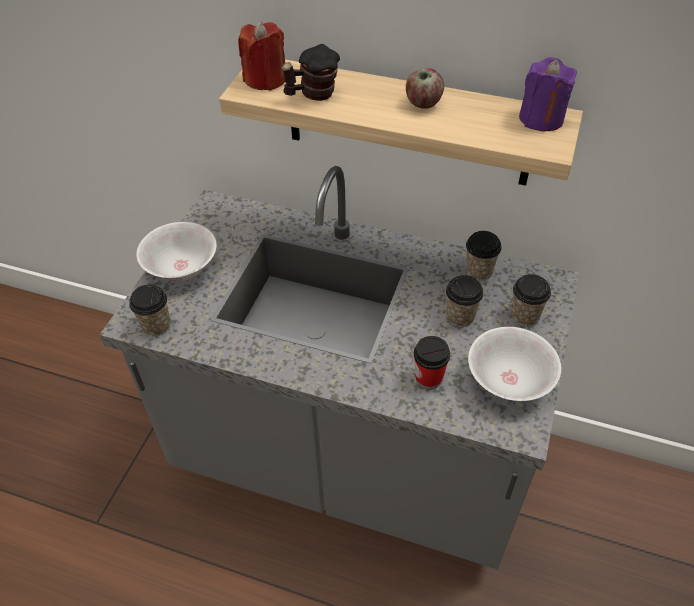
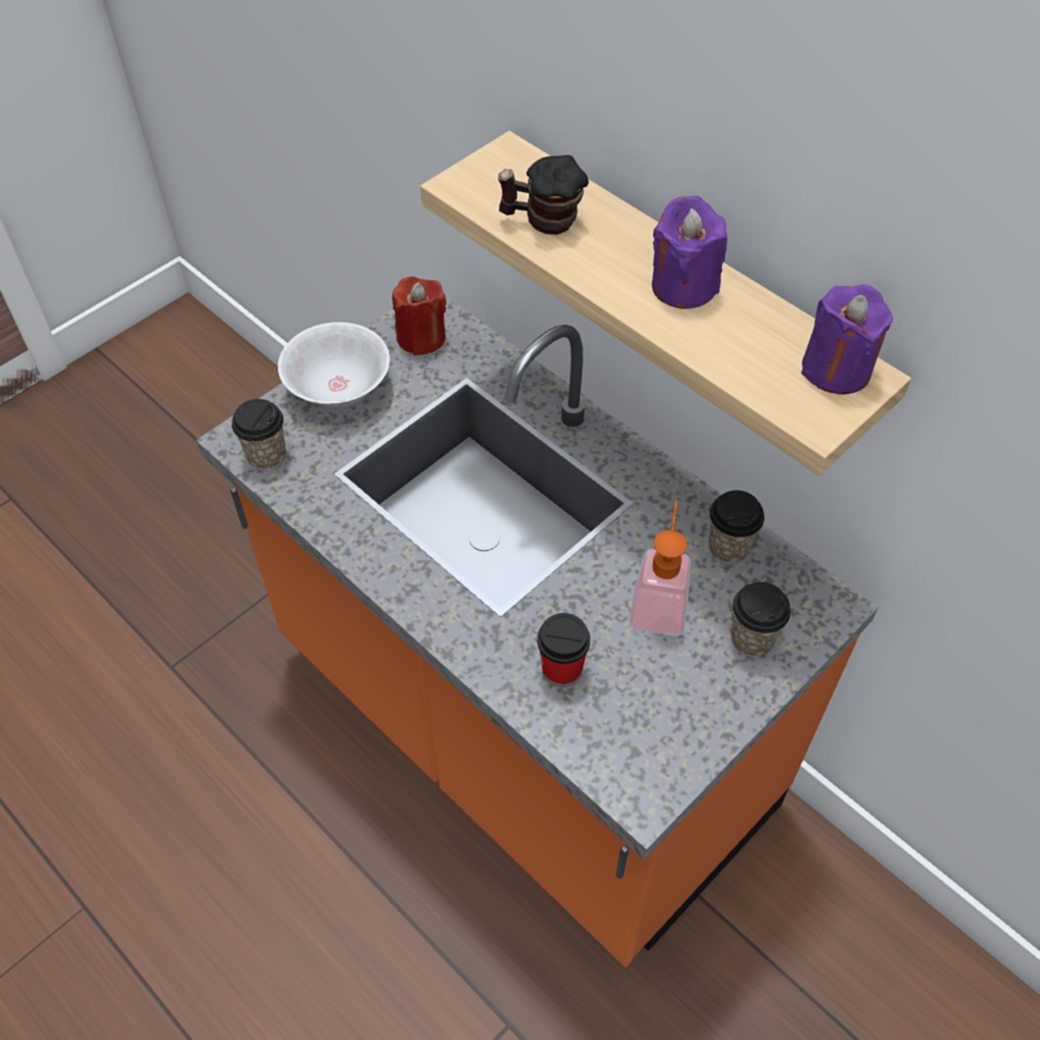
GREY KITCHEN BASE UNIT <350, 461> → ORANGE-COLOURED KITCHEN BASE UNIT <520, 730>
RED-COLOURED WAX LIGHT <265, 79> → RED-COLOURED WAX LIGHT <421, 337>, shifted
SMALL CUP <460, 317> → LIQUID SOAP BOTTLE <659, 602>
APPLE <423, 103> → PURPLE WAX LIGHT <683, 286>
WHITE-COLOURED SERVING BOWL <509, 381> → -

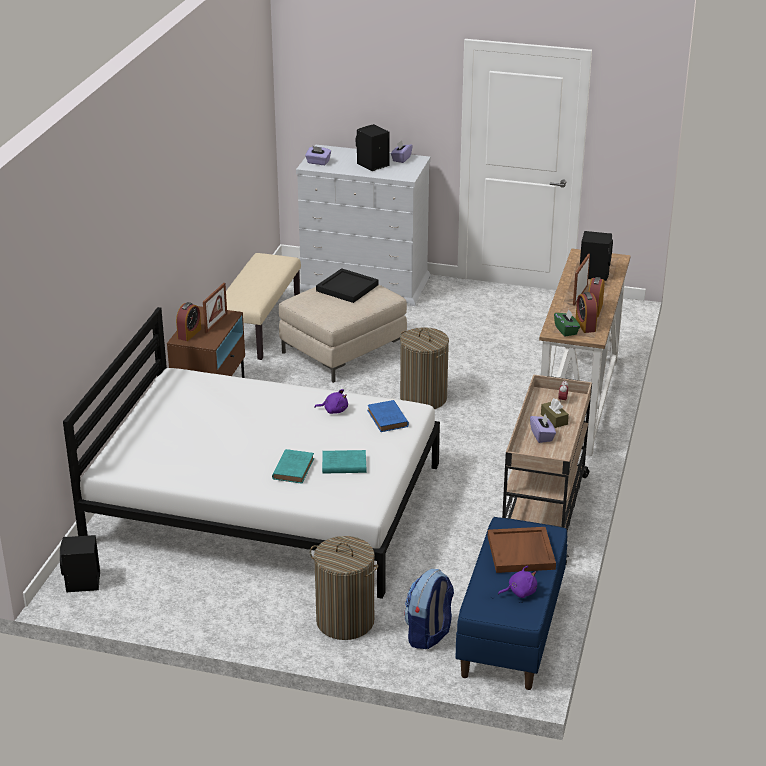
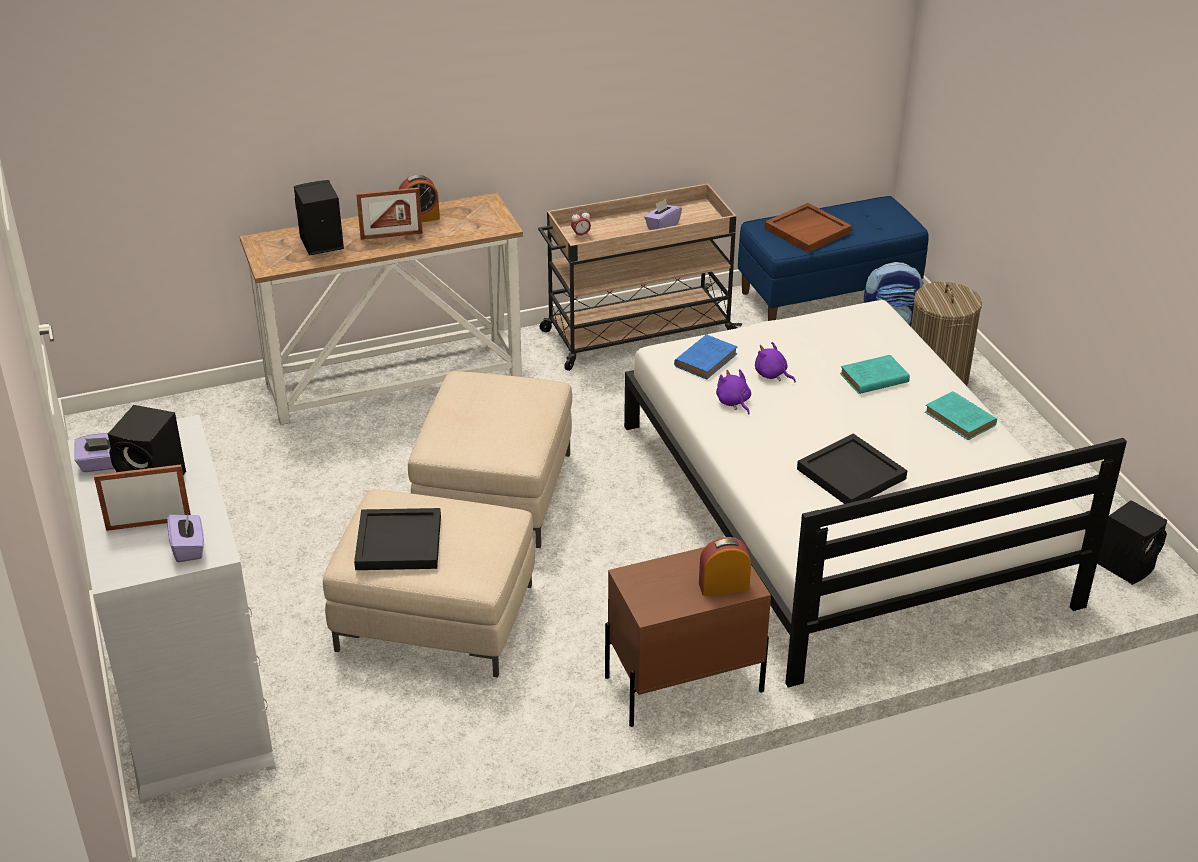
STANDING FRAME <216, 323> → STANDING FRAME <149, 524>, shifted
LAUNDRY BASKET <423, 398> → SAND-COLOURED FOOTREST <496, 492>
PURPLE PLUSH TOY <520, 592> → PURPLE PLUSH TOY <772, 375>, shifted
- → BLACK-COLOURED SERVING TRAY <852, 474>
BLUE-GREEN BOUND BOOK <342, 465> → BLUE-GREEN BOUND BOOK <961, 420>, shifted
SAND-COLOURED LONG SEAT <259, 327> → -
BROWN-COLOURED TISSUE HOLDER <554, 419> → -
GREEN TISSUE HOLDER <566, 330> → -
BEDSIDE CLOCK <585, 325> → -

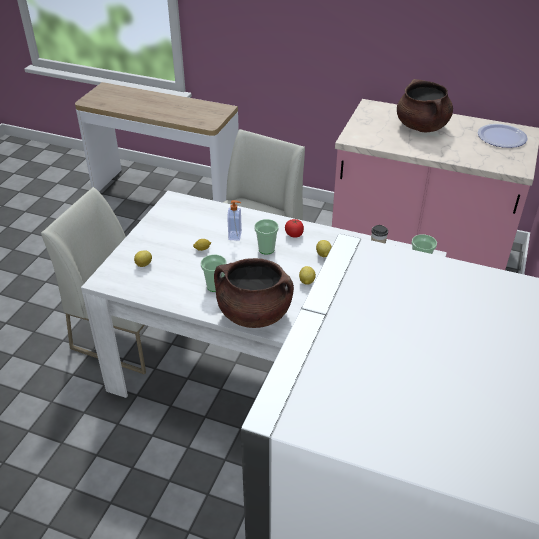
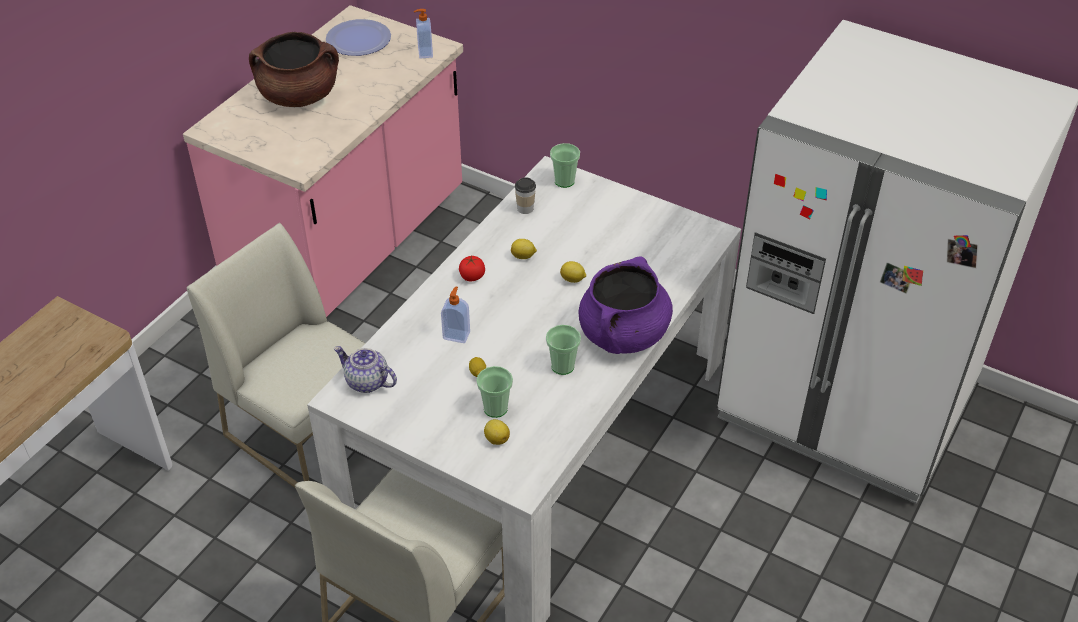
- → POT FOR TEA <366, 382>
- → LIQUID SOAP BOTTLE <424, 53>
SMALL CUP <266, 249> → SMALL CUP <495, 408>, shifted
BROWN-COLOURED STOCKPOT <254, 314> → PURPLE STOCKPOT <623, 334>

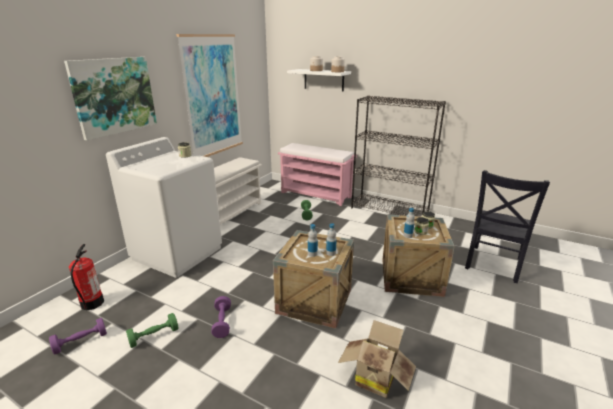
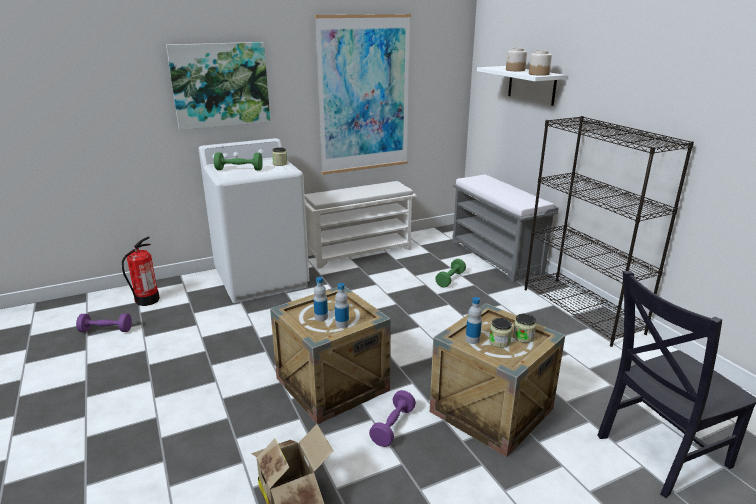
GREEN FREE WEIGHT <154, 336> → GREEN FREE WEIGHT <239, 170>, shifted
PURPLE FREE WEIGHT <222, 322> → PURPLE FREE WEIGHT <393, 426>, shifted
PINK LONG SEAT <316, 194> → GREY LONG SEAT <496, 258>

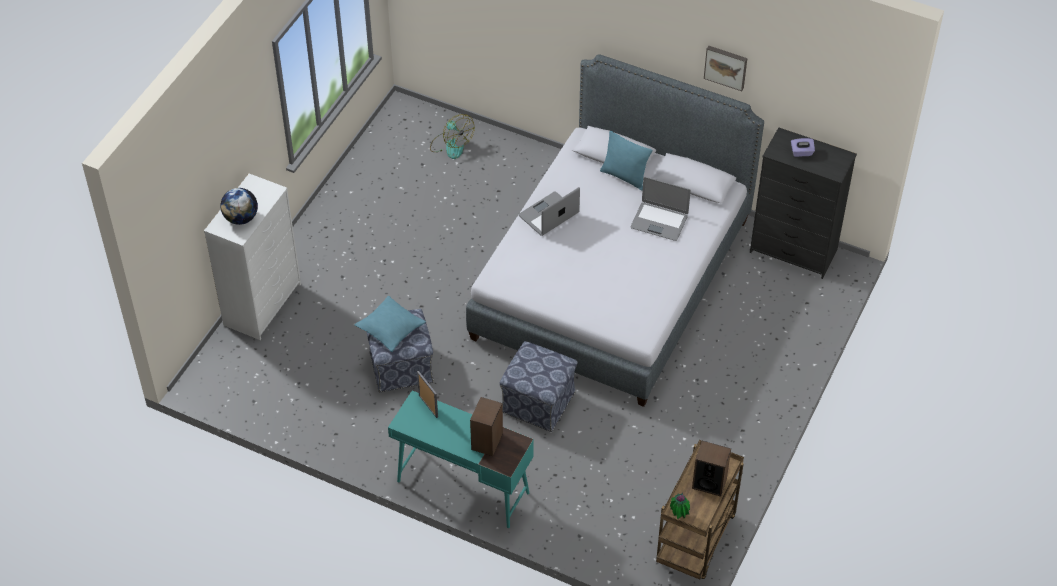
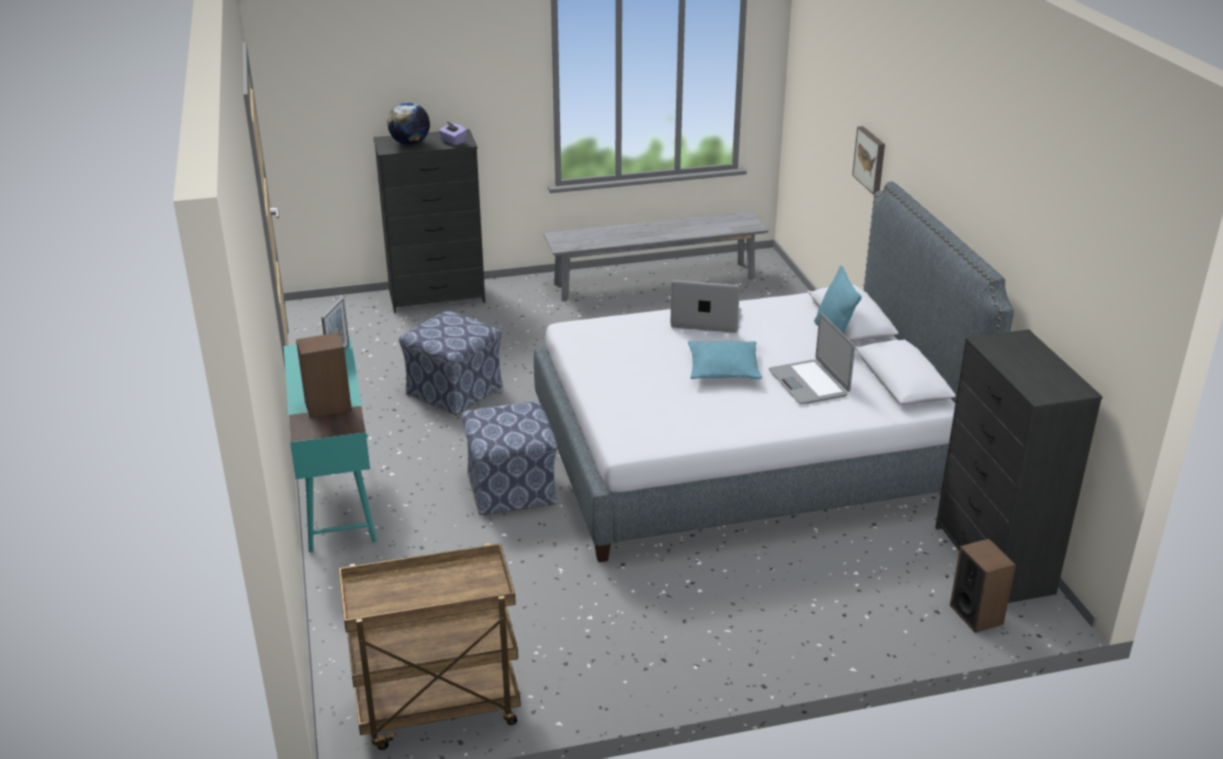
WHITE-COLOURED DRAWER CHEST <263, 304> → BLACK-COLOURED DRAWER CHEST <438, 297>
PURPLE TISSUE HOLDER <801, 152> → PURPLE TISSUE HOLDER <453, 141>, shifted
- → GREY LONG SEAT <655, 281>
BLUE-GREEN THROW PILLOW <390, 328> → BLUE-GREEN THROW PILLOW <723, 369>, shifted
WALL ART <726, 66> → WALL ART <871, 160>, shifted
SPEAKER <709, 483> → SPEAKER <976, 614>, shifted
ELECTRIC FAN <451, 145> → -
POTTED PLANT <678, 515> → -

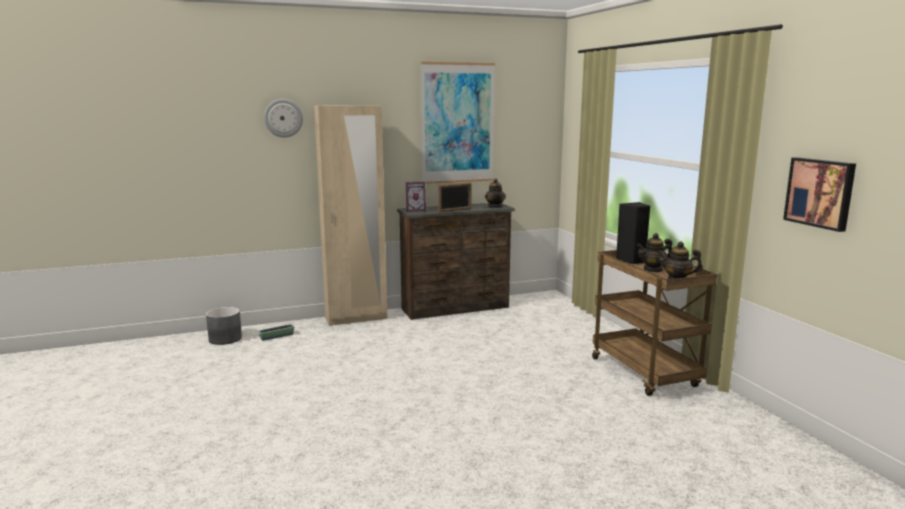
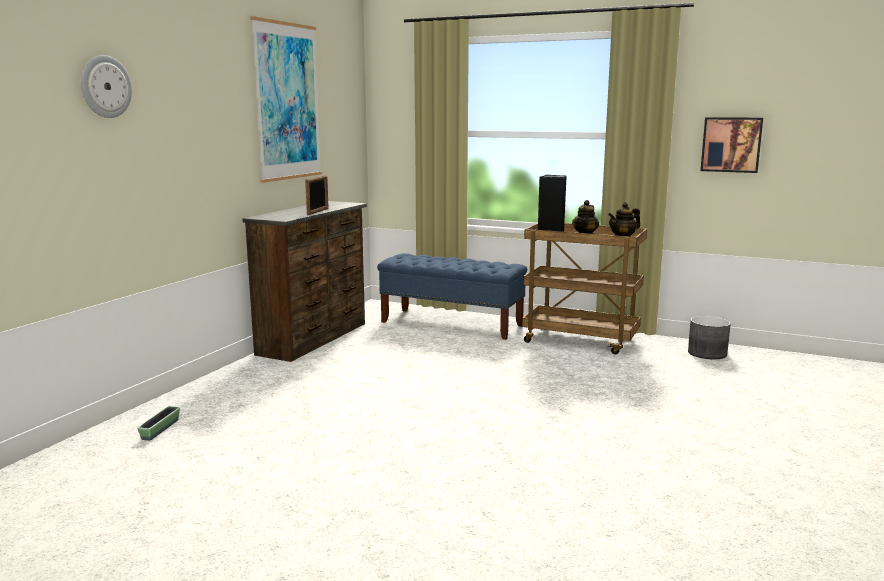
- → BLUE-COLOURED LONG SEAT <452, 324>
GREY PLANT POT <225, 339> → GREY PLANT POT <707, 353>, shifted
SAND-COLOURED CLOTHES CUPBOARD <356, 318> → -
STANDING FRAME <415, 210> → -
POT FOR TEA <495, 206> → -

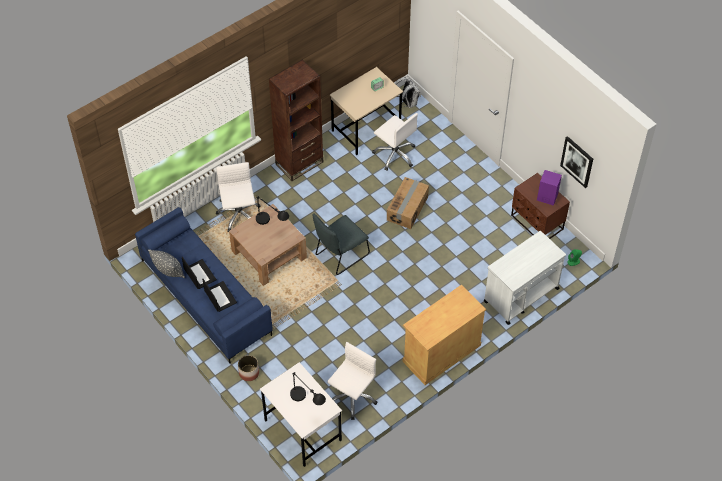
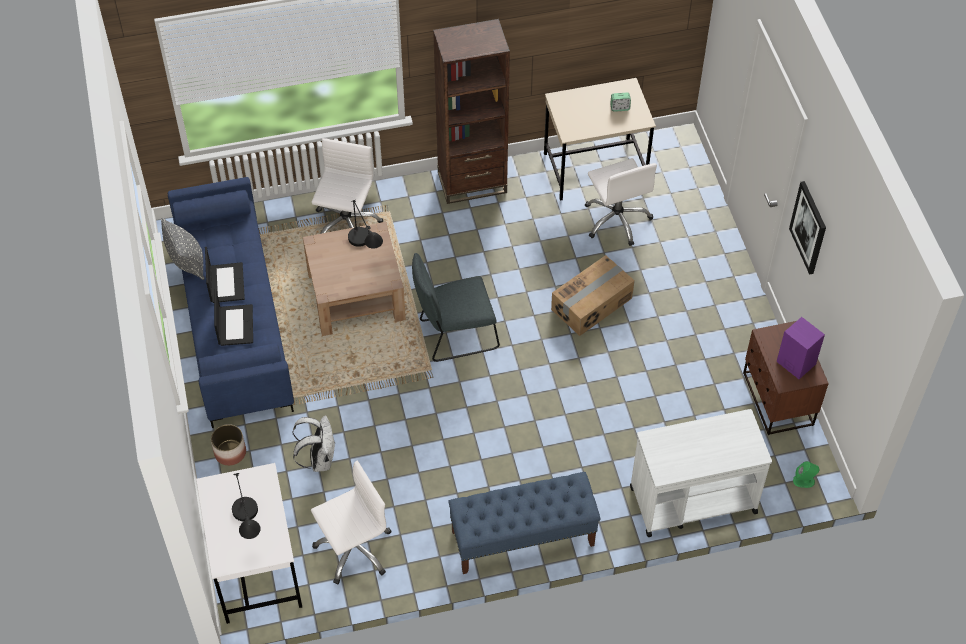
WHITE-COLOURED BACKPACK <407, 102> → WHITE-COLOURED BACKPACK <319, 459>, shifted
SAND-COLOURED STORAGE CABINET <441, 353> → BLUE-COLOURED LONG SEAT <522, 538>
WALL ART <577, 161> → WALL ART <809, 227>, shifted

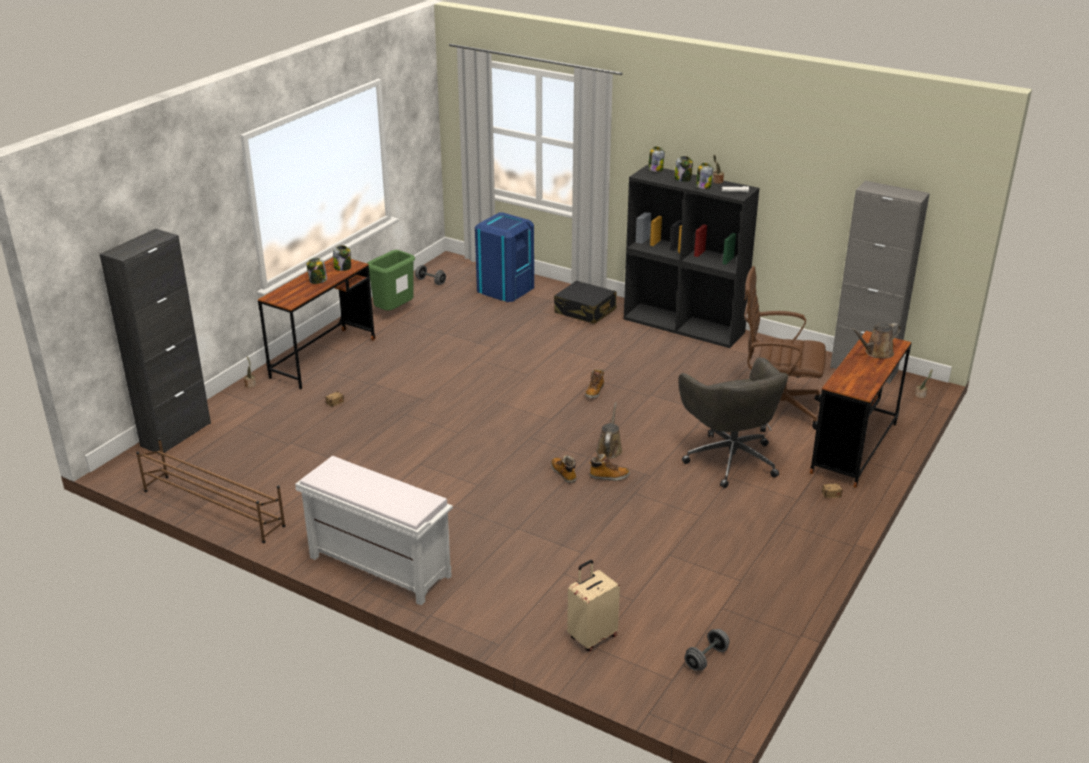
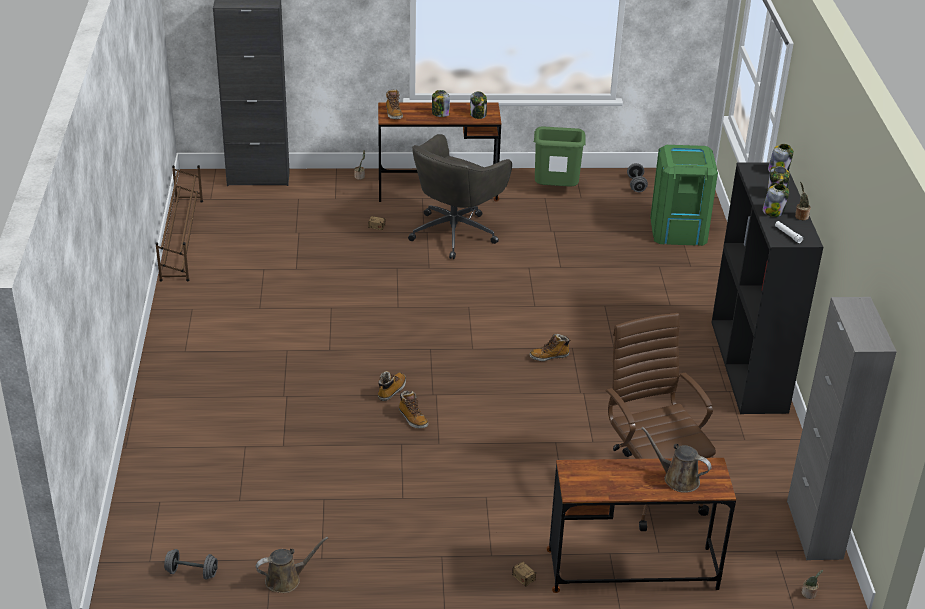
BROWN-COLOURED SPRINKLING CAN <609, 449> → BROWN-COLOURED SPRINKLING CAN <286, 579>, shifted
- → TALL BOOT <393, 113>
GREY OFFICE CHAIR <730, 458> → GREY OFFICE CHAIR <455, 232>, shifted
BLUE-COLOURED WASTE BIN <505, 288> → GREEN WASTE BIN <678, 230>
WHITE-COLOURED LONG SEAT <378, 567> → -
BLACK-COLOURED PIECE OF LUGGAGE <585, 311> → -
SAND-COLOURED PIECE OF LUGGAGE <592, 636> → -

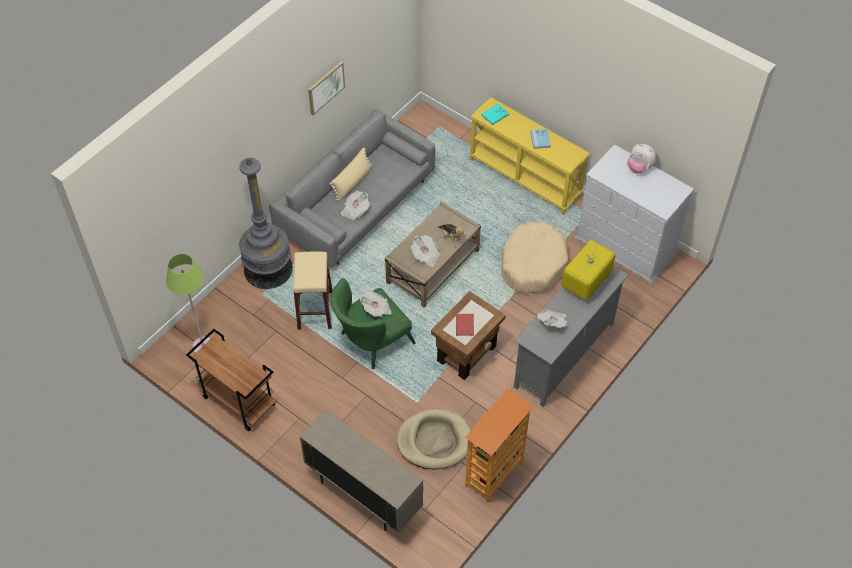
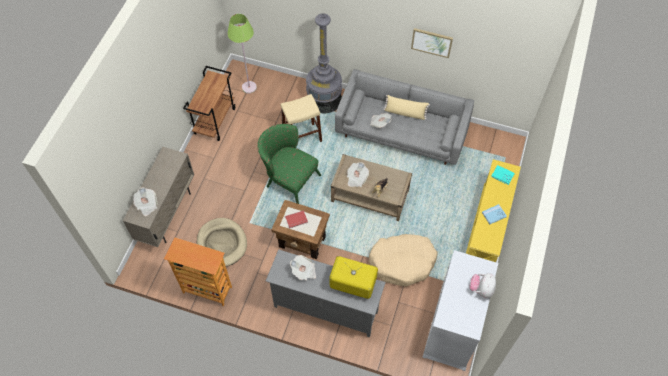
DAILY PAPER <376, 309> → DAILY PAPER <147, 205>, shifted

